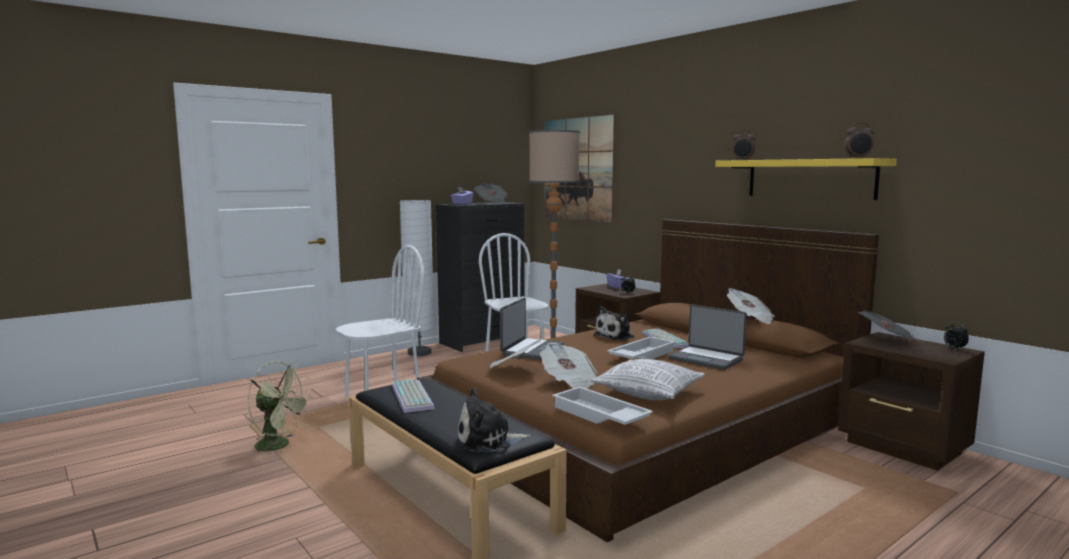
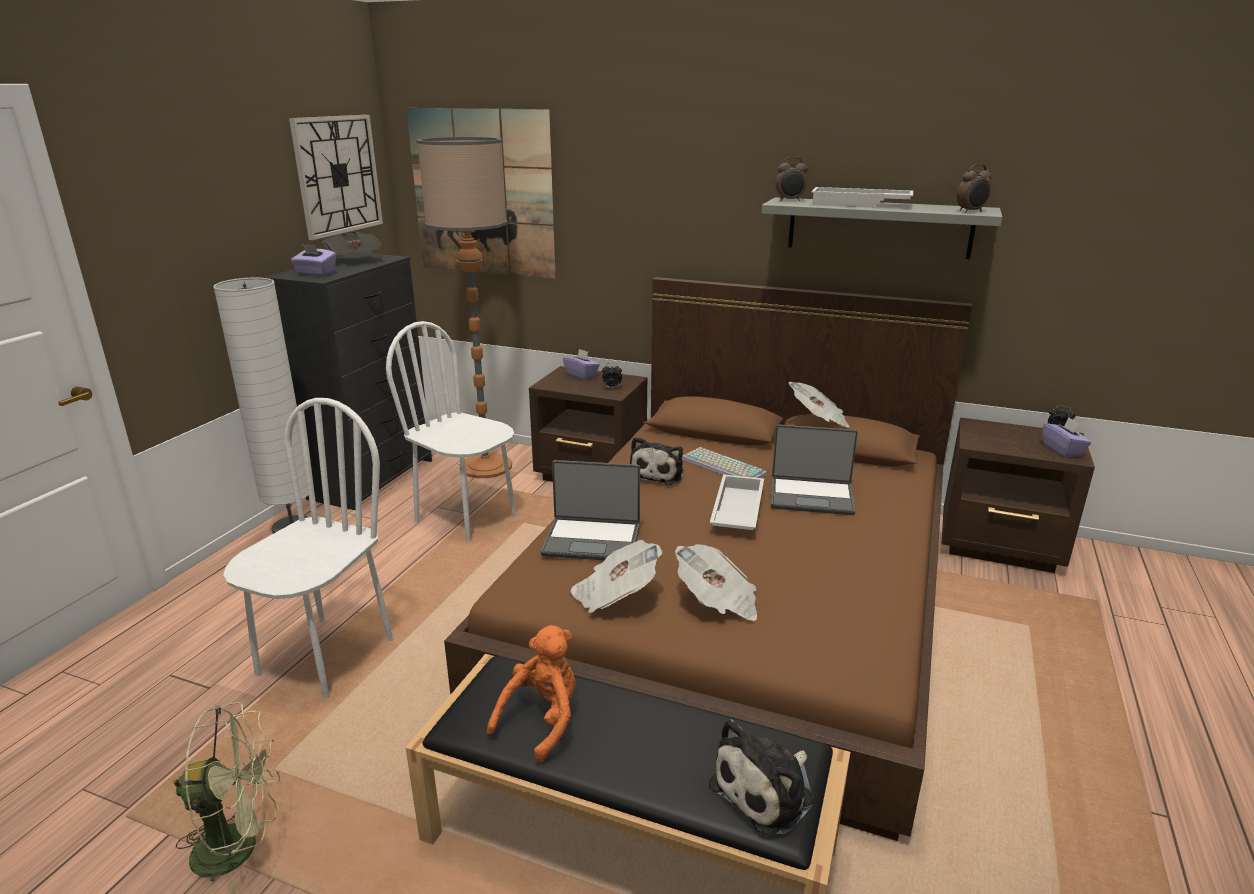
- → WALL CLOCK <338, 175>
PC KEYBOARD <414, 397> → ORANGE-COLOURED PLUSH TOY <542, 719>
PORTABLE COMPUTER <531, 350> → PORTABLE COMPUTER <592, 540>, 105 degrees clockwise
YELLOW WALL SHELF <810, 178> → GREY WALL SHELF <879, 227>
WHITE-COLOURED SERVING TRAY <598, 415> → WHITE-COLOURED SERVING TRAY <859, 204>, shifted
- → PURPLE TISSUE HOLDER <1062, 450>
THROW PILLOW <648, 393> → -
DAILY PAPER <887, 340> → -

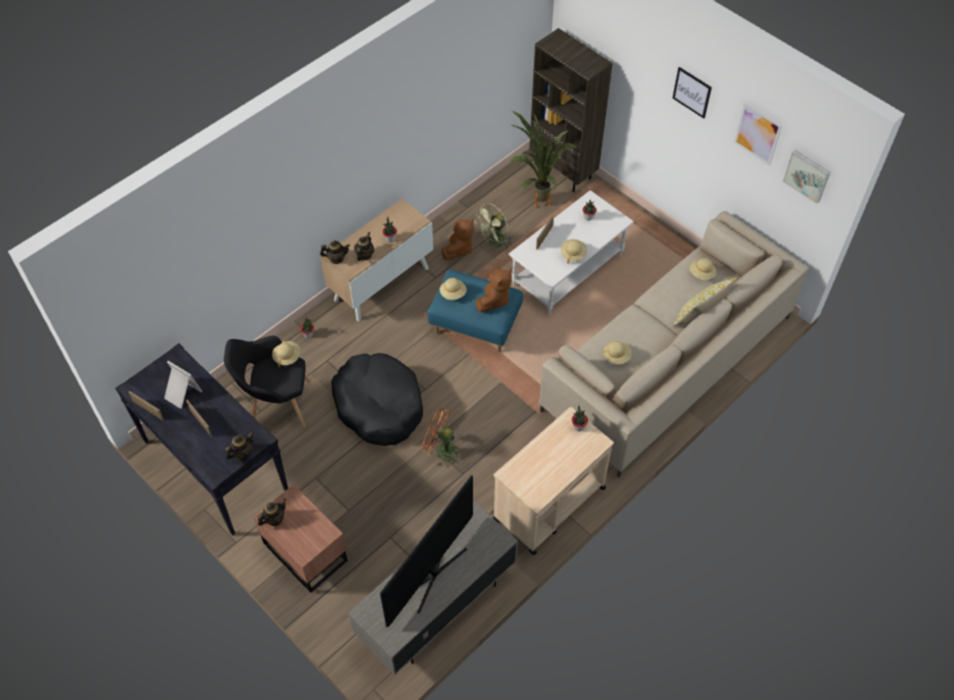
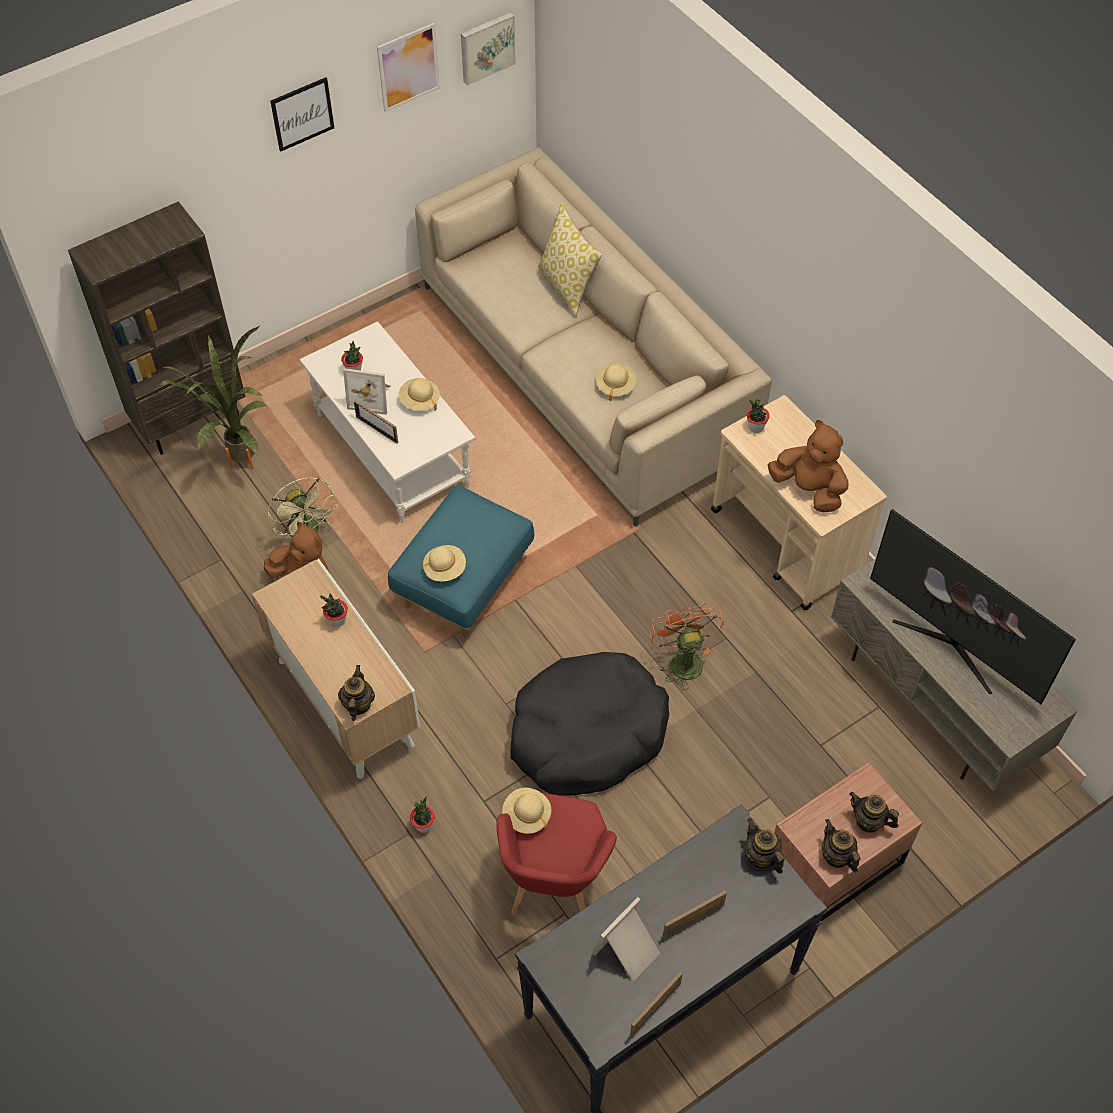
- → STANDING FRAME <371, 397>
BLACK-COLOURED EASY CHAIR <276, 403> → RED-COLOURED EASY CHAIR <555, 887>
ORANGE-COLOURED ELECTRIC FAN <441, 450> → ORANGE-COLOURED ELECTRIC FAN <682, 659>, 135 degrees clockwise
BROWN-COLOURED PLUSH TOY <494, 299> → BROWN-COLOURED PLUSH TOY <808, 489>, shifted
POT FOR TEA <364, 255> → POT FOR TEA <868, 821>, shifted
SAND-COLOURED WEARABLE HAT <701, 274> → -

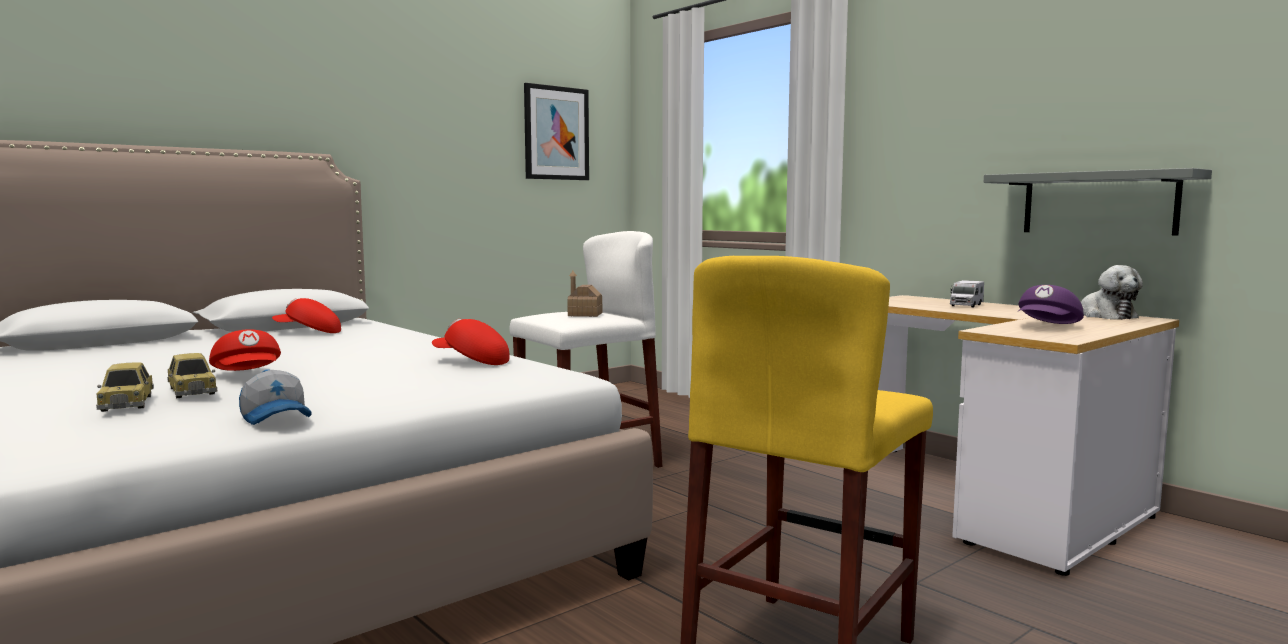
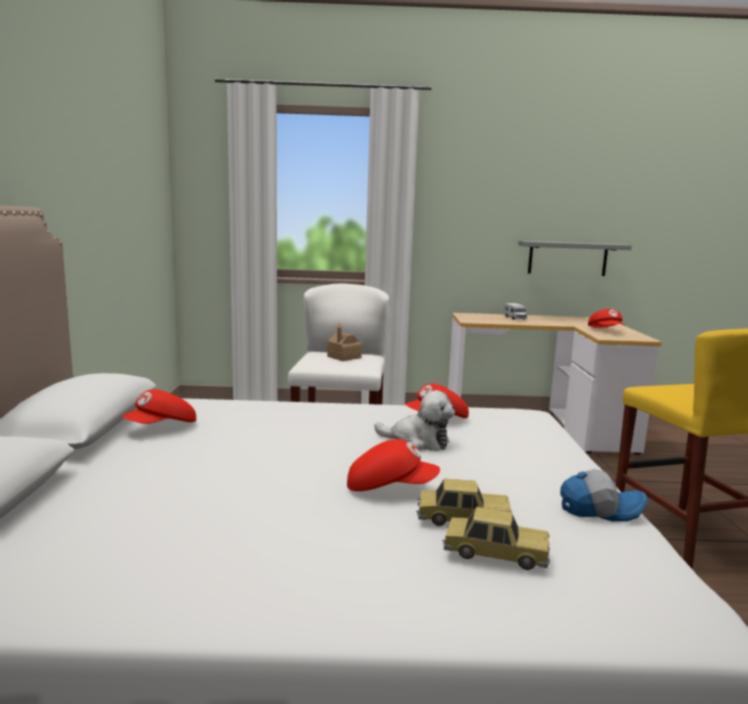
PLUSH TOY <1103, 316> → PLUSH TOY <418, 441>, shifted
PURPLE BASEBALL CAP <1048, 327> → RED-COLOURED BASEBALL CAP <606, 330>
WALL ART <556, 133> → -

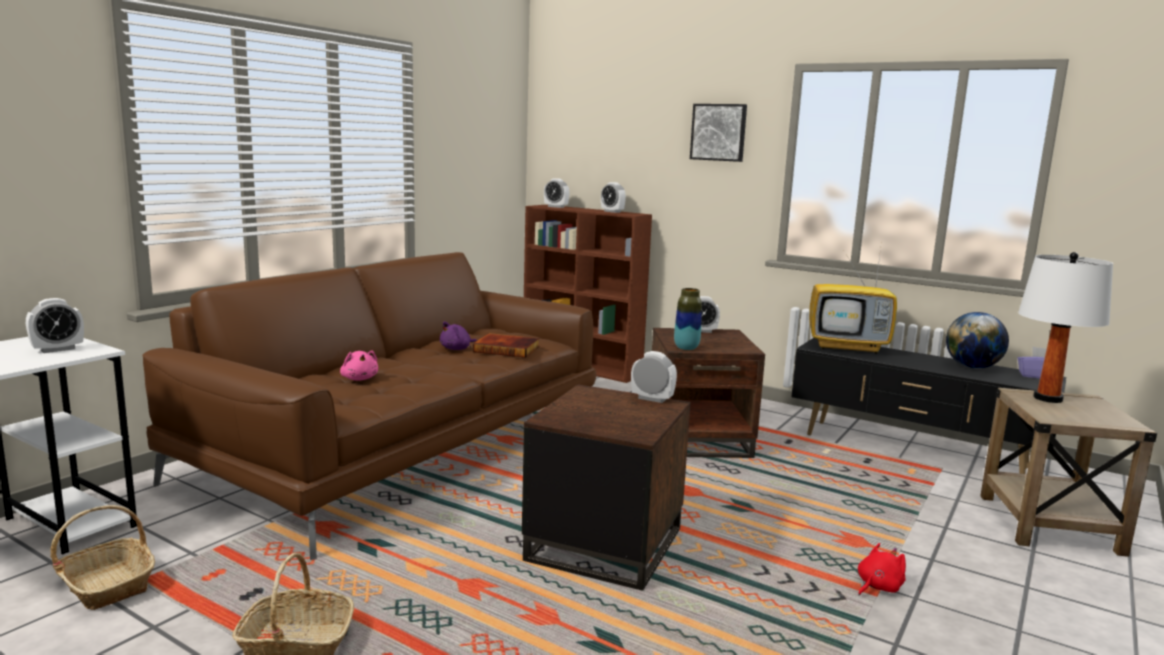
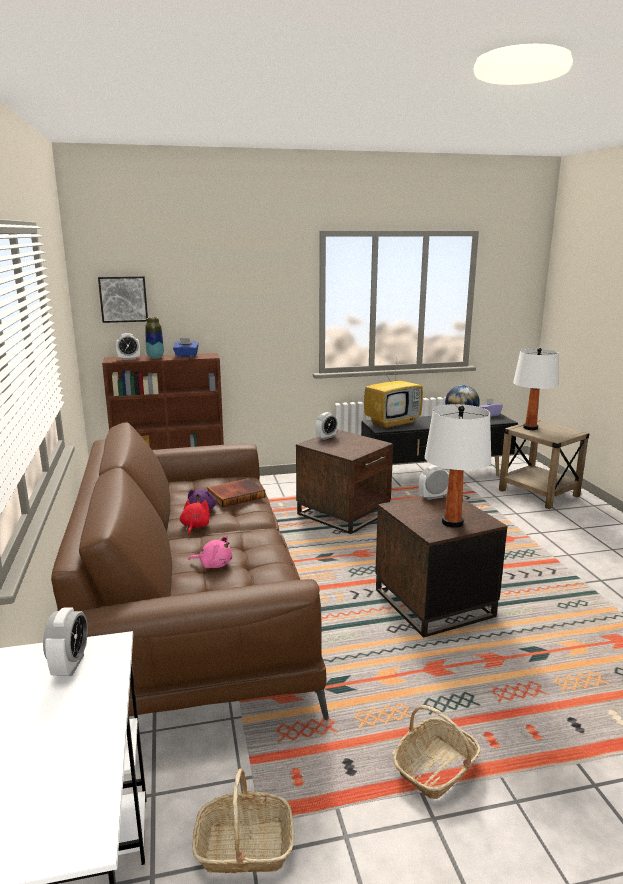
WALL ART <719, 132> → WALL ART <123, 299>, shifted
DECORATIVE VASE <686, 348> → DECORATIVE VASE <155, 357>, shifted
BEDSIDE CLOCK <612, 212> → BLUE-COLOURED TISSUE HOLDER <186, 356>
RED-COLOURED PLUSH TOY <877, 587> → RED-COLOURED PLUSH TOY <195, 526>, shifted
- → WHITE-COLOURED TABLE LAMP <452, 522>

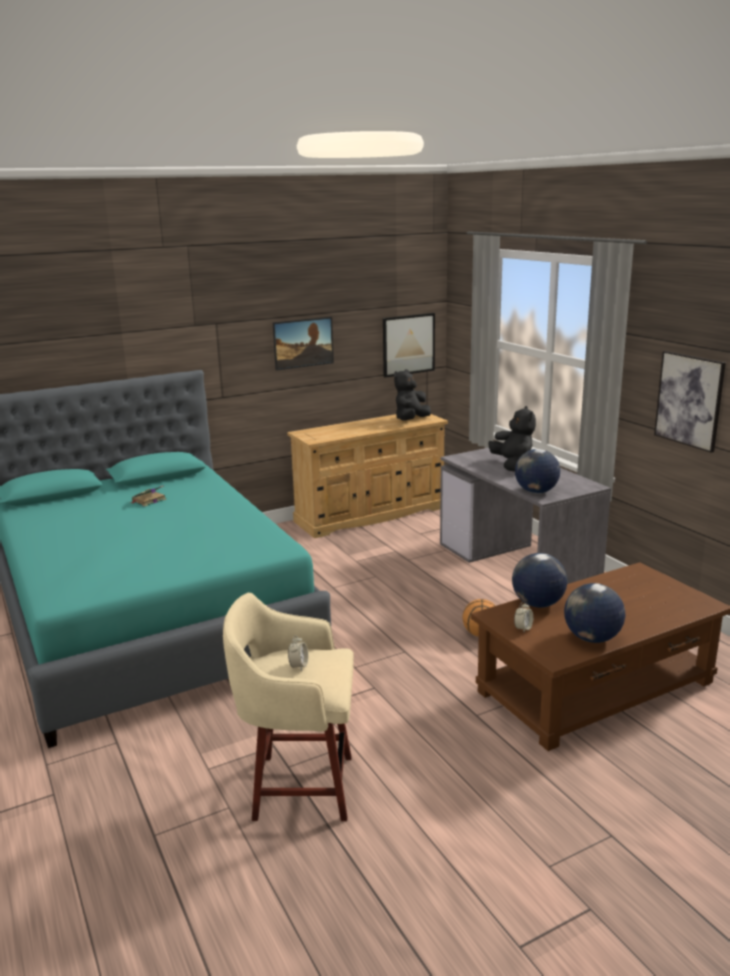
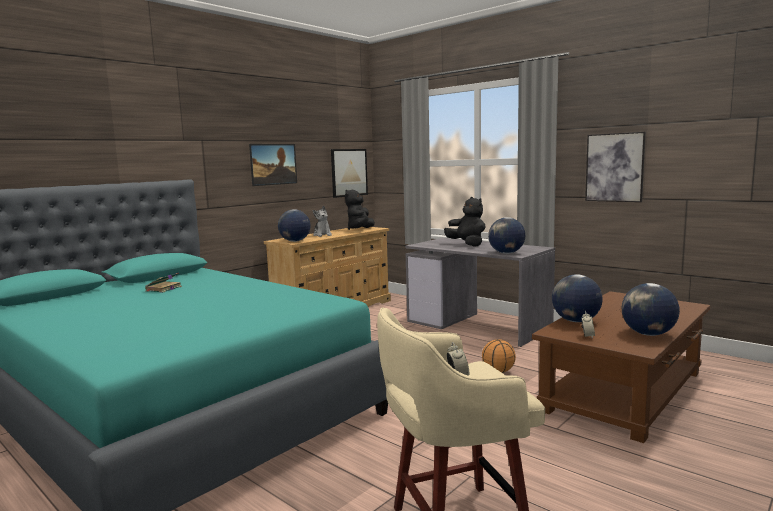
- → WORLD GLOBE <295, 241>
- → PLUSH TOY <322, 235>

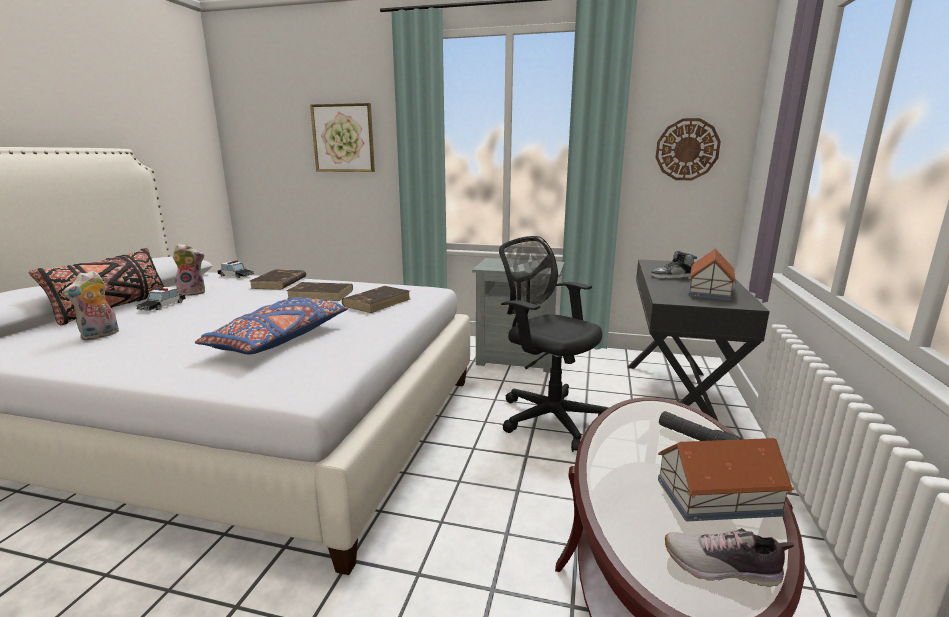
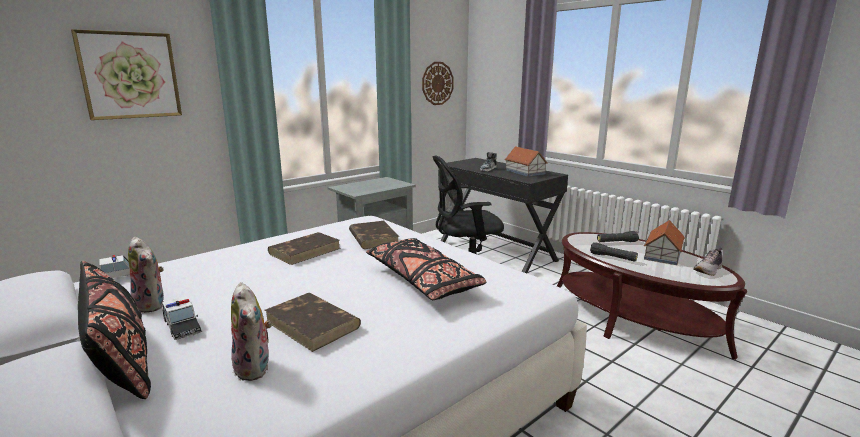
PLUSH TOY <193, 292> → PLUSH TOY <152, 305>, 105 degrees clockwise
BROWN-COLOURED BOUND BOOK <279, 283> → BROWN-COLOURED BOUND BOOK <313, 324>, shifted
BLUE-COLOURED THROW PILLOW <280, 339> → BLACK-COLOURED THROW PILLOW <422, 281>
- → BLACK-COLOURED TORCH <613, 257>

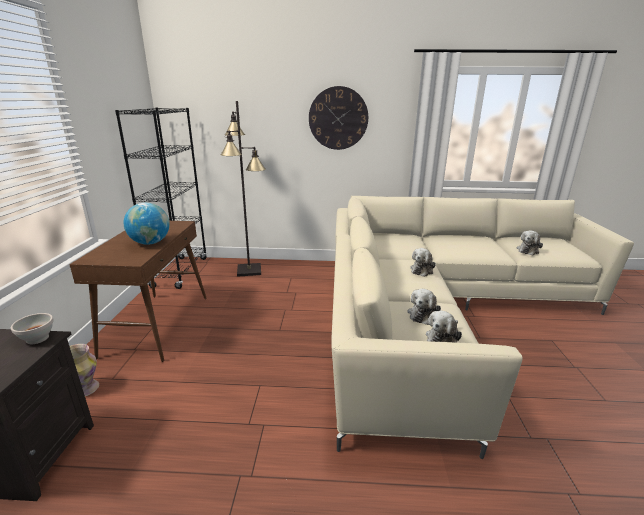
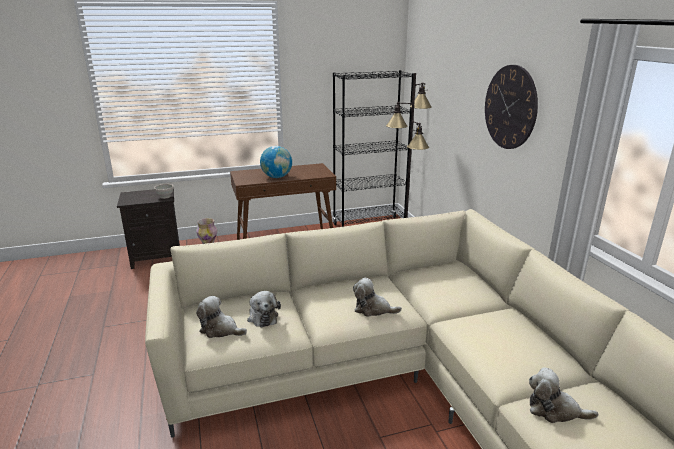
PLUSH TOY <423, 314> → PLUSH TOY <262, 316>, 120 degrees counterclockwise

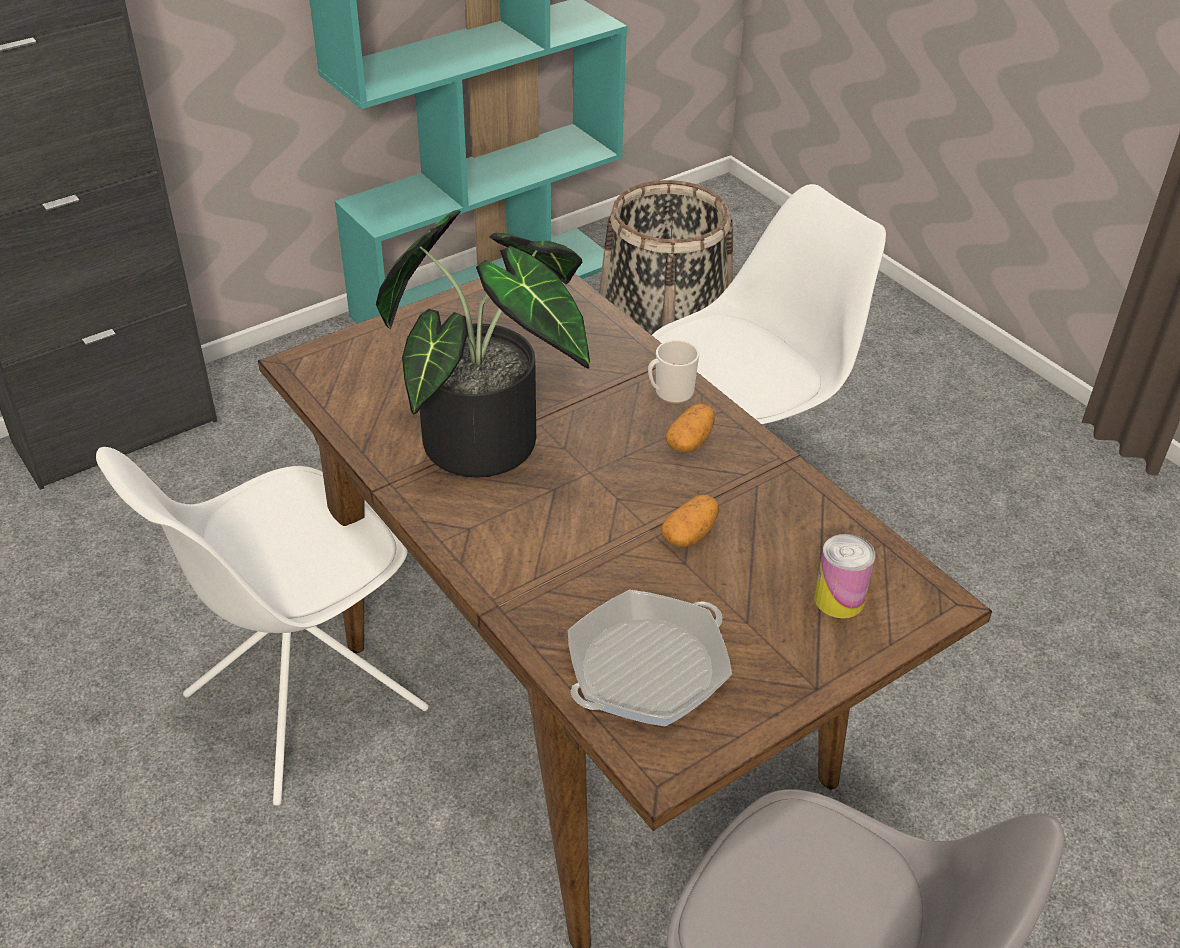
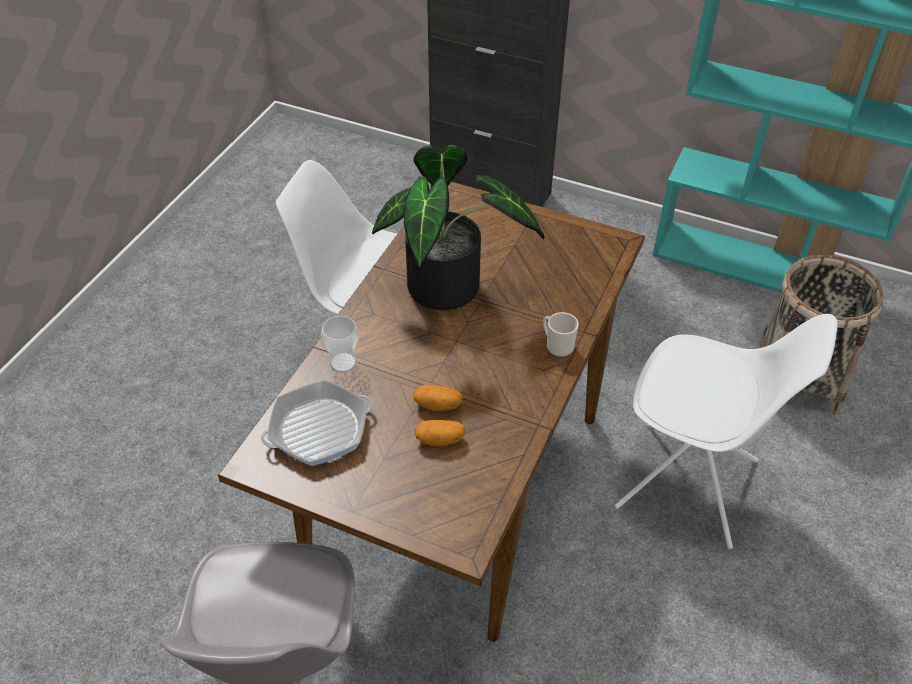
SKILLET <647, 669> → SKILLET <319, 429>, 45 degrees counterclockwise
- → SMALL CUP <343, 363>
SPUD <690, 441> → SPUD <440, 439>, shifted
CAN <839, 599> → -

